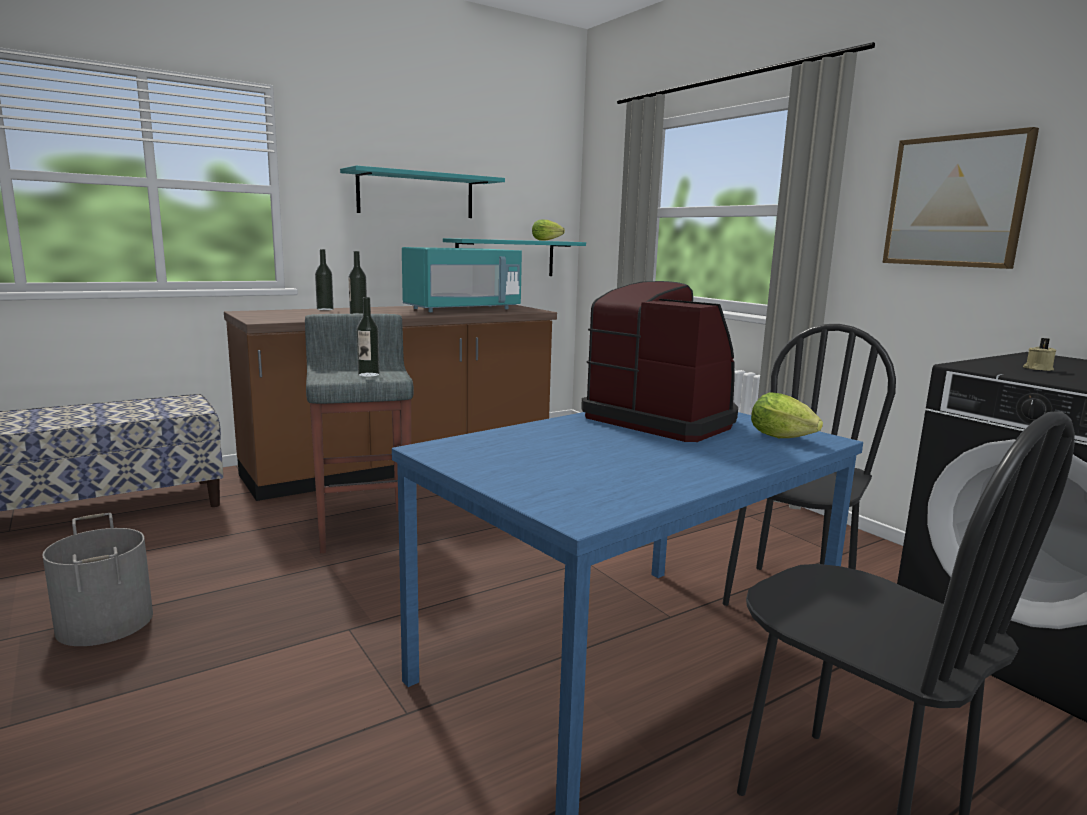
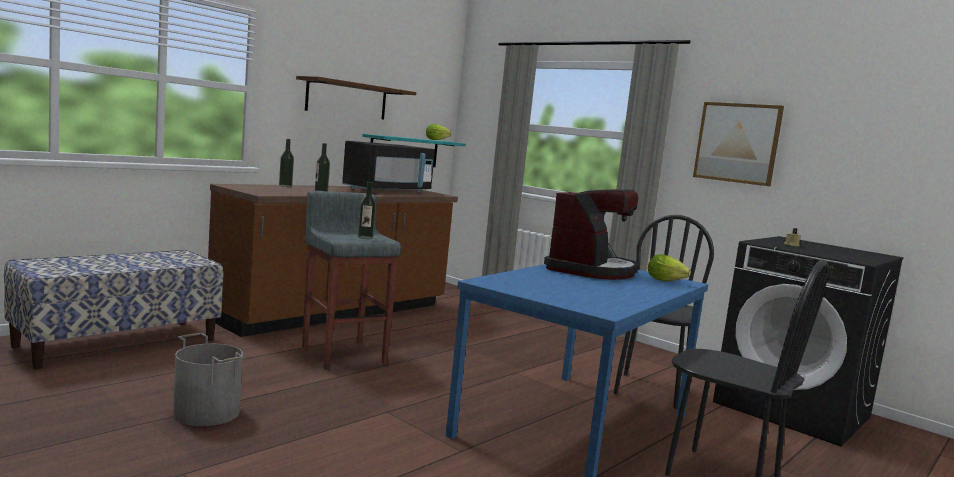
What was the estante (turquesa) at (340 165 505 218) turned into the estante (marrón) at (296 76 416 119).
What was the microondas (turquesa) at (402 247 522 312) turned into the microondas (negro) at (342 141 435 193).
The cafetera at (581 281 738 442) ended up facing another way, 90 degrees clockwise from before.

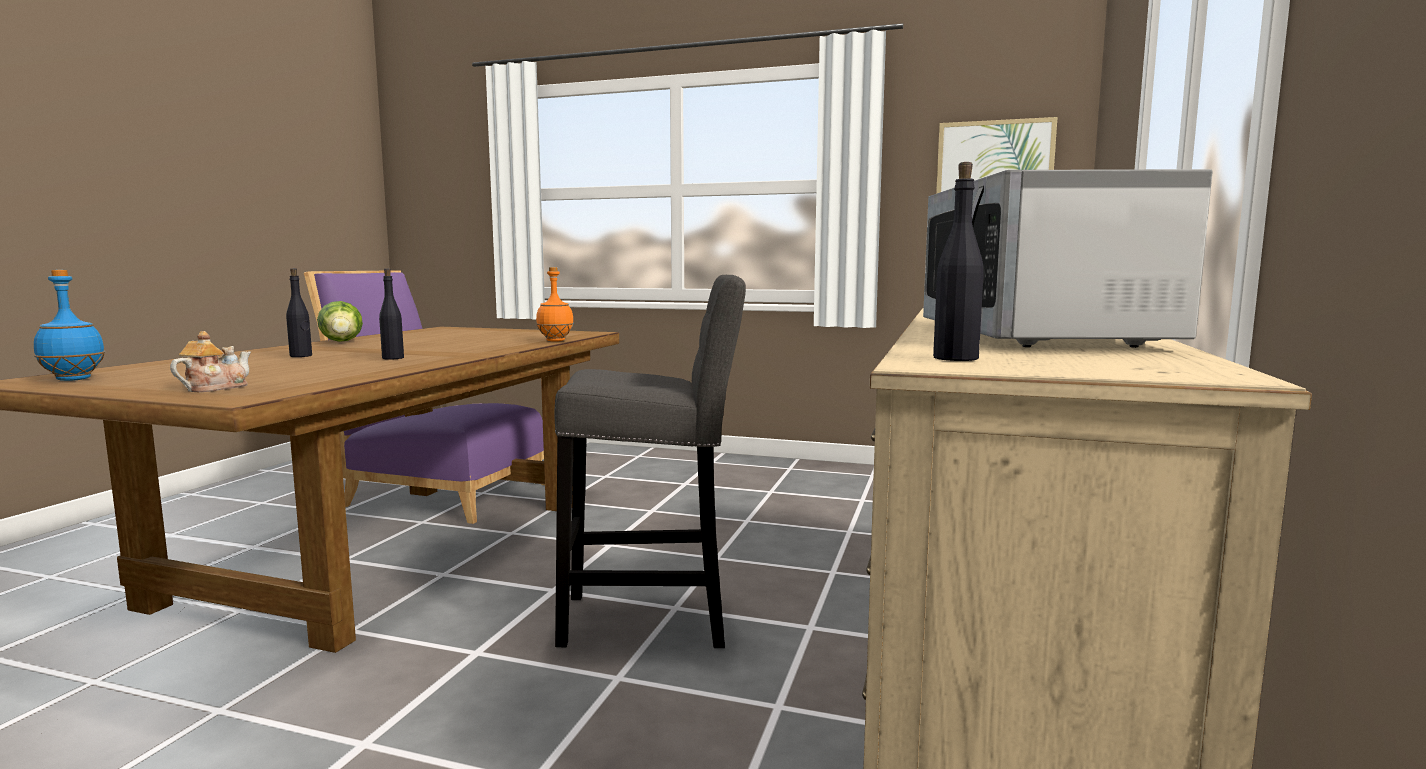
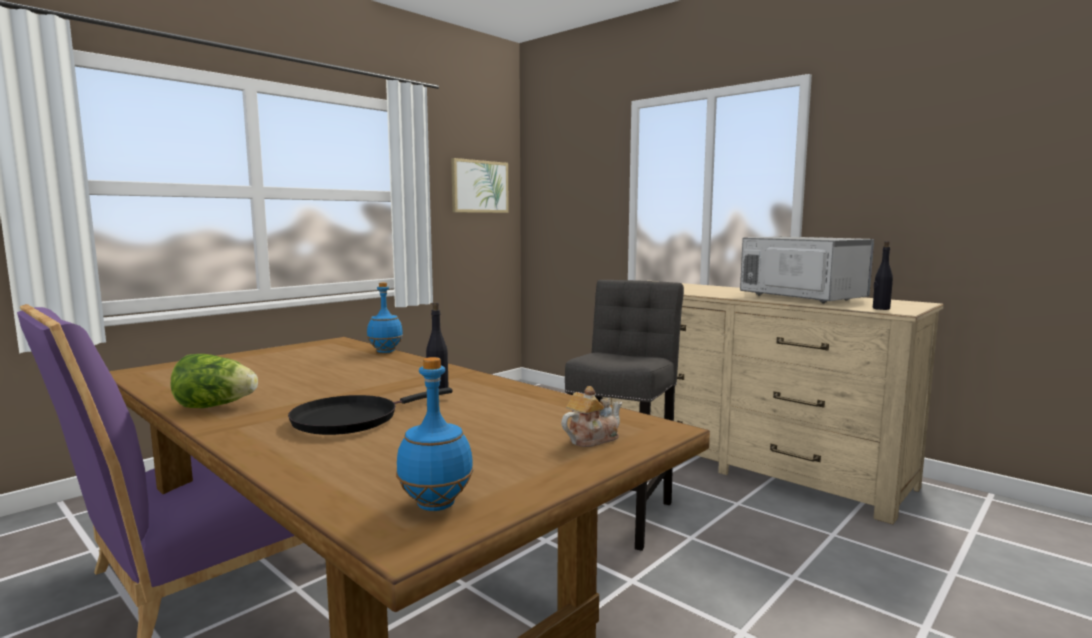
The microondas at (923 169 1213 348) ended up facing another way, 150 degrees counterclockwise from before.
What was the botella (naranja) at (536 267 574 342) turned into the botella (azul) at (367 282 403 353).
Where the botella (negro) stood at (286 268 312 357), the sartén (negro) came to stand at (288 387 453 435).
The tetera at (170 331 251 392) ended up facing another way, 90 degrees clockwise from before.

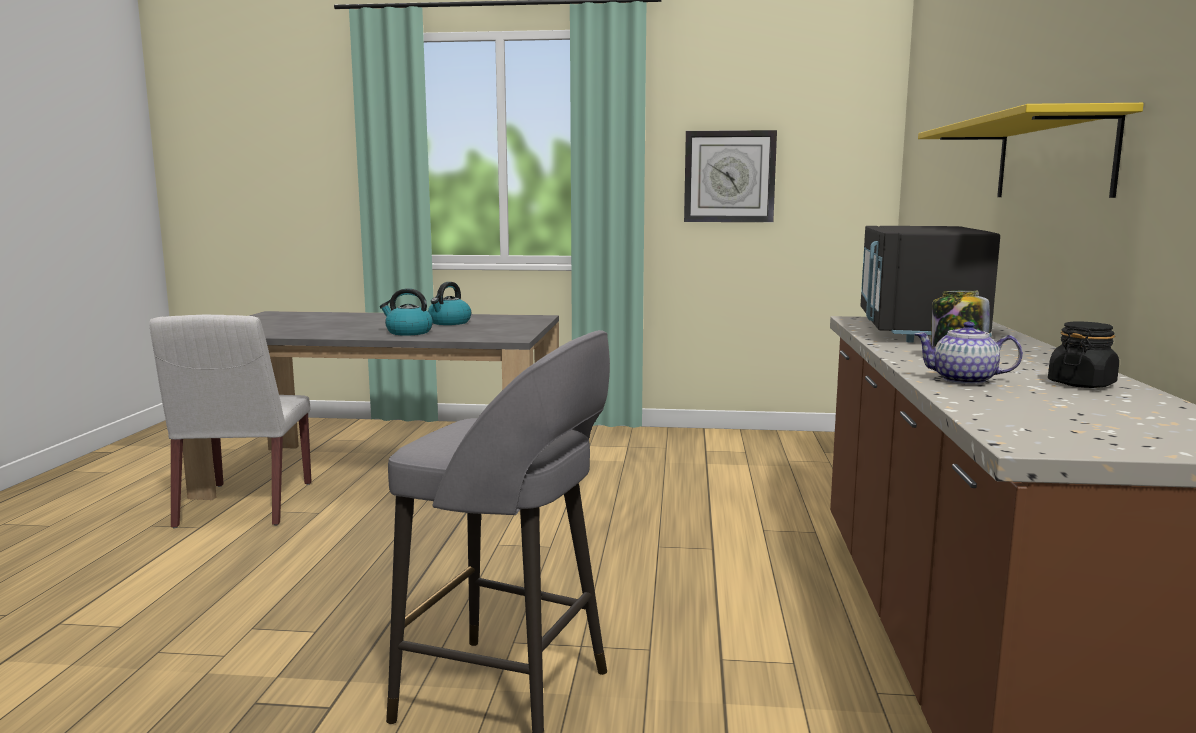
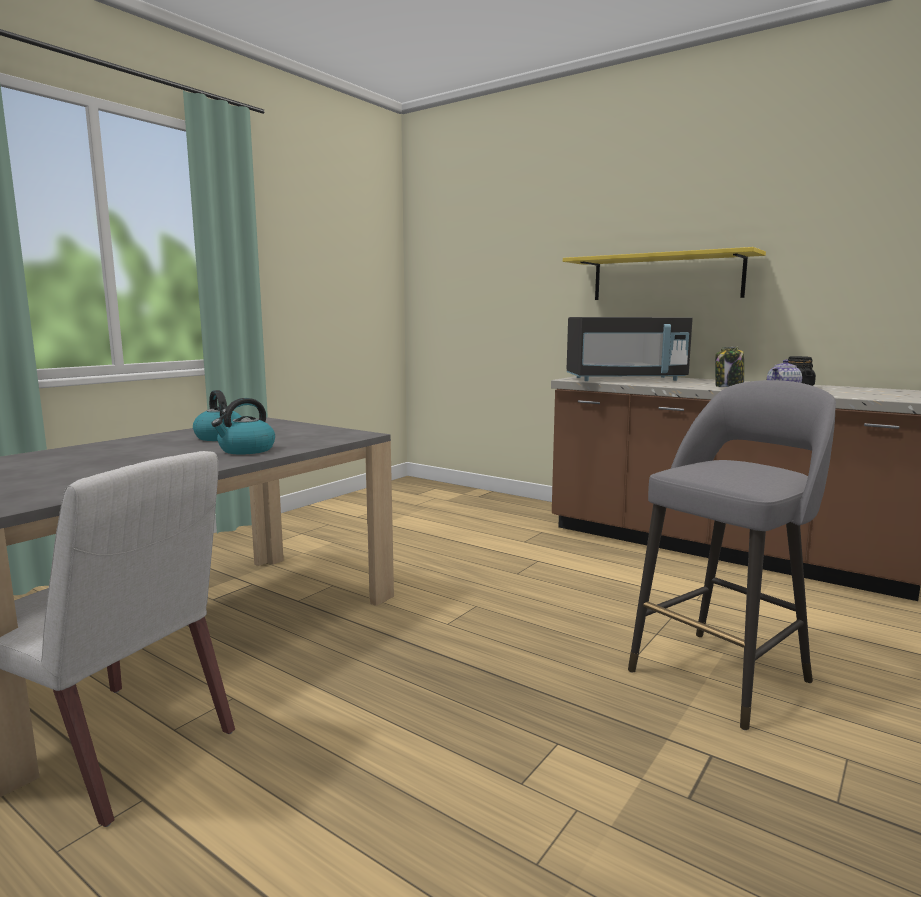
The second view lost the reloj de pared at (684 130 777 222).
The microondas (negro) at (860 226 1000 343) ended up facing another way, 45 degrees counterclockwise from before.

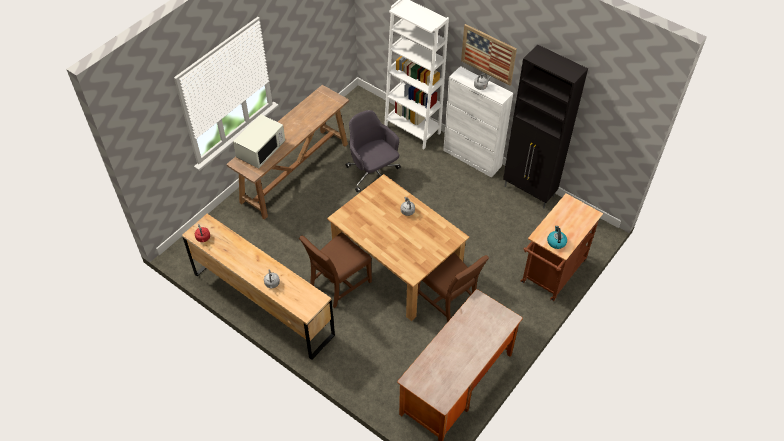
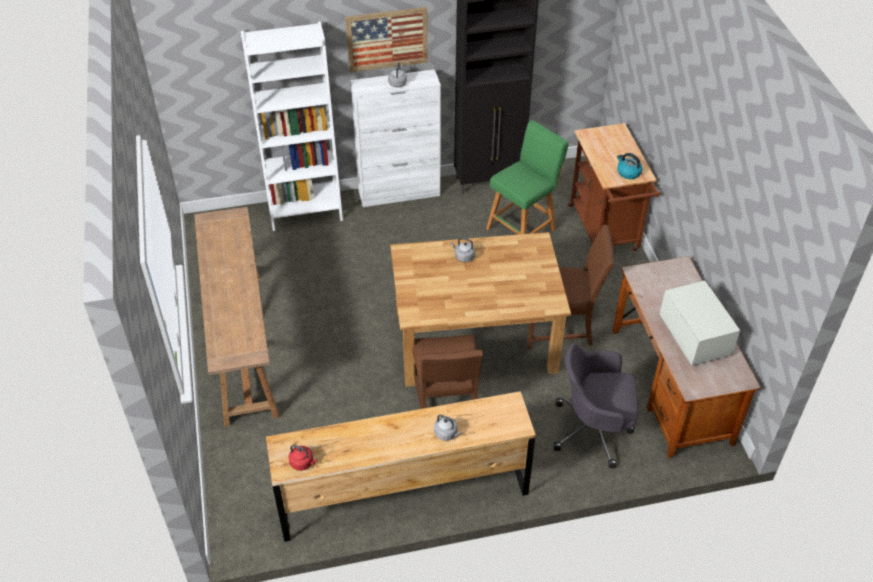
The silla de oficina (gris) ended up elsewhere, having gone from (345 110 401 192) to (554 343 638 468).
The microondas (blanco) ended up elsewhere, having gone from (233 114 285 169) to (659 281 740 366).
The second view gained the taburete (verde) at (486 120 569 235).

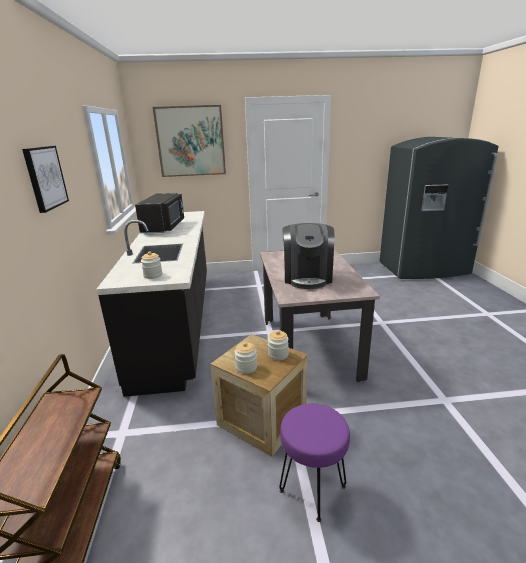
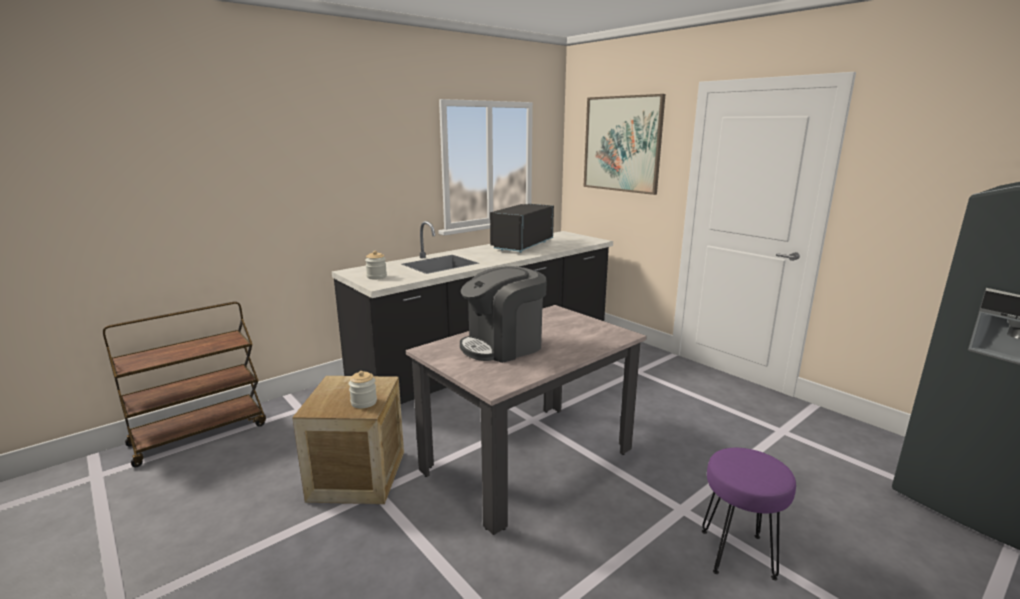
The second view lost the cuadro at (22 146 69 213).
The microondas (negro) at (135 193 184 233) ended up facing another way, 150 degrees clockwise from before.
The second view lost the tarro at (235 342 257 374).
The taburete (morado) ended up elsewhere, having gone from (279 404 350 522) to (702 448 796 580).

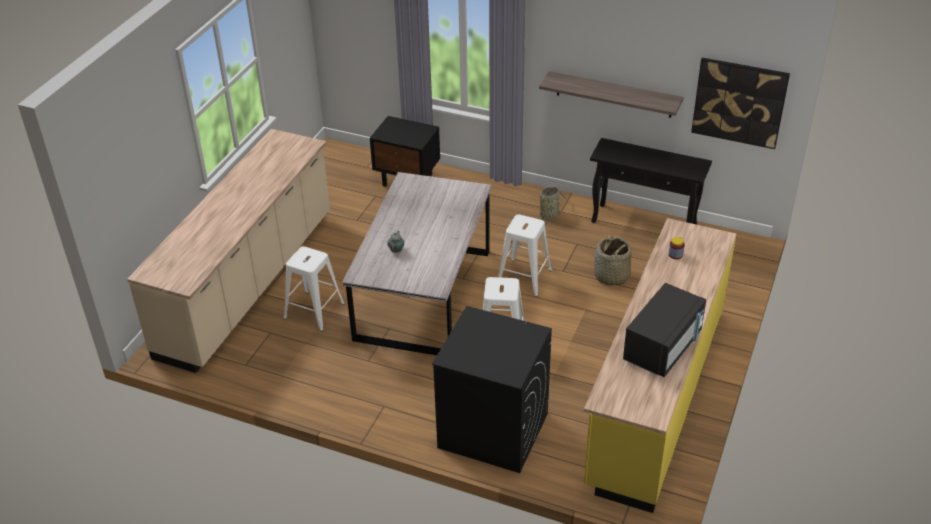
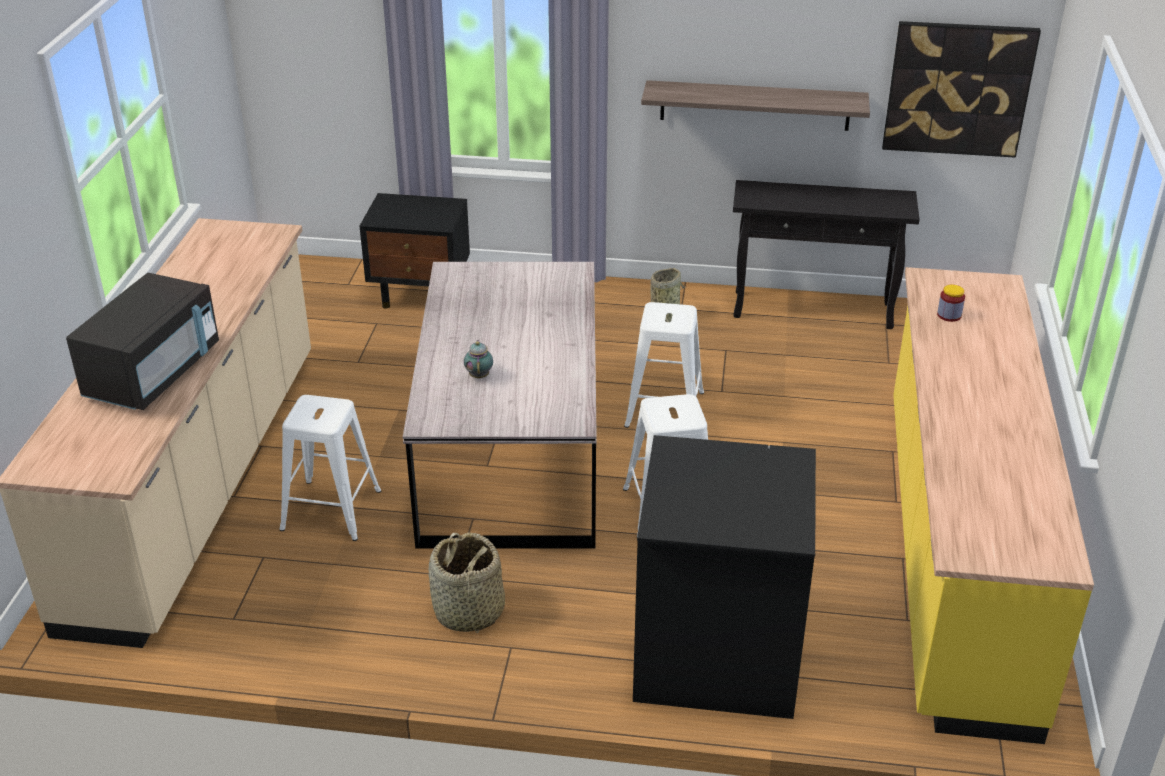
The cesta ended up elsewhere, having gone from (594 235 631 286) to (429 532 505 633).
The microondas (negro) ended up elsewhere, having gone from (623 283 706 377) to (66 273 219 410).

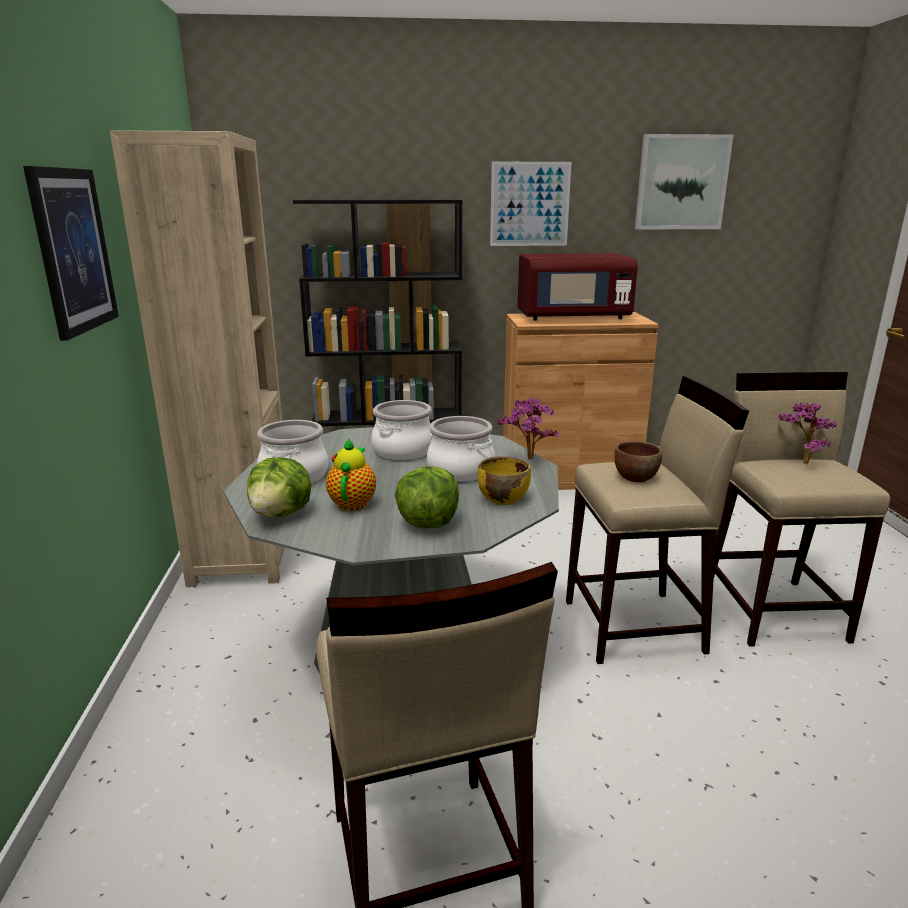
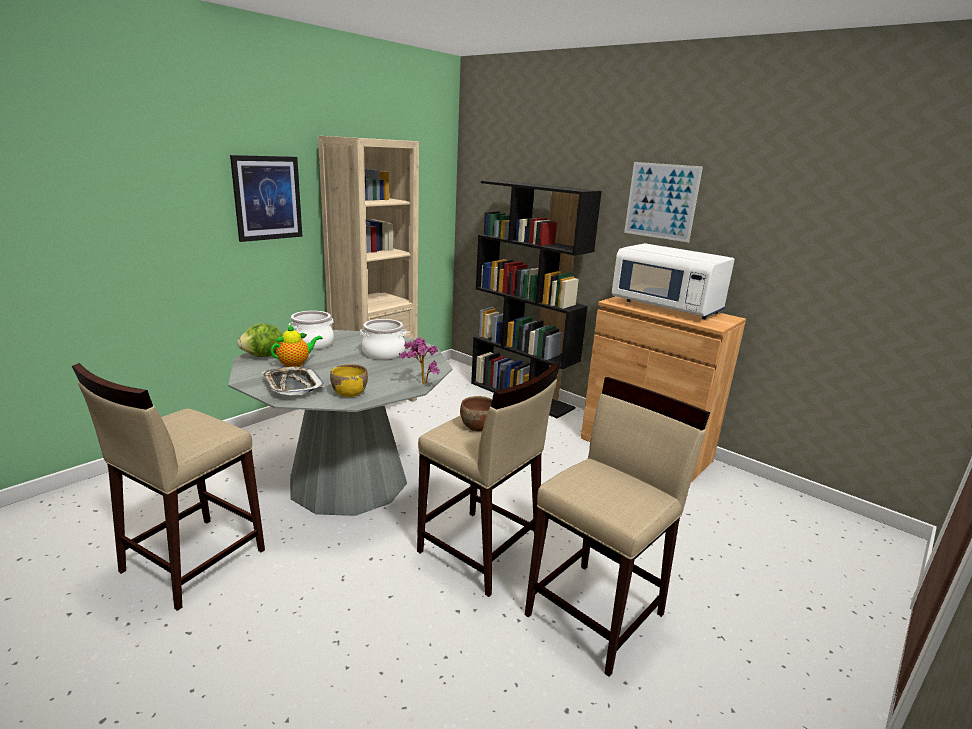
The second view lost the cuadro at (635 134 733 230).
What was the microondas (rojo) at (518 254 638 320) turned into the microondas (blanco) at (612 243 735 319).
The second view lost the planta en maceta at (778 402 837 464).
The second view lost the olla at (427 416 495 482).
Where the lechuga stood at (395 466 459 529), the bandeja came to stand at (262 367 325 395).

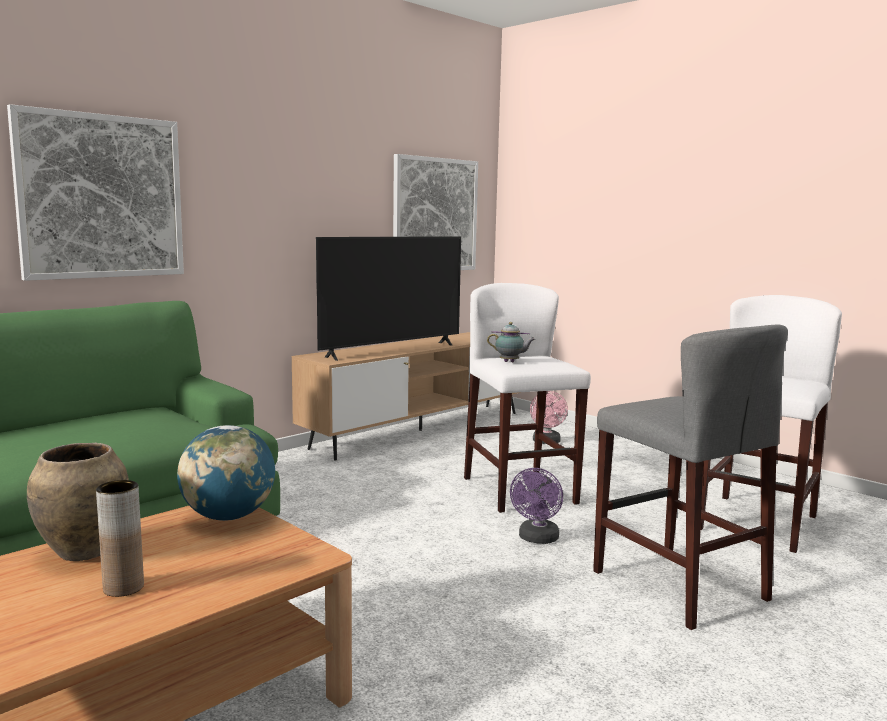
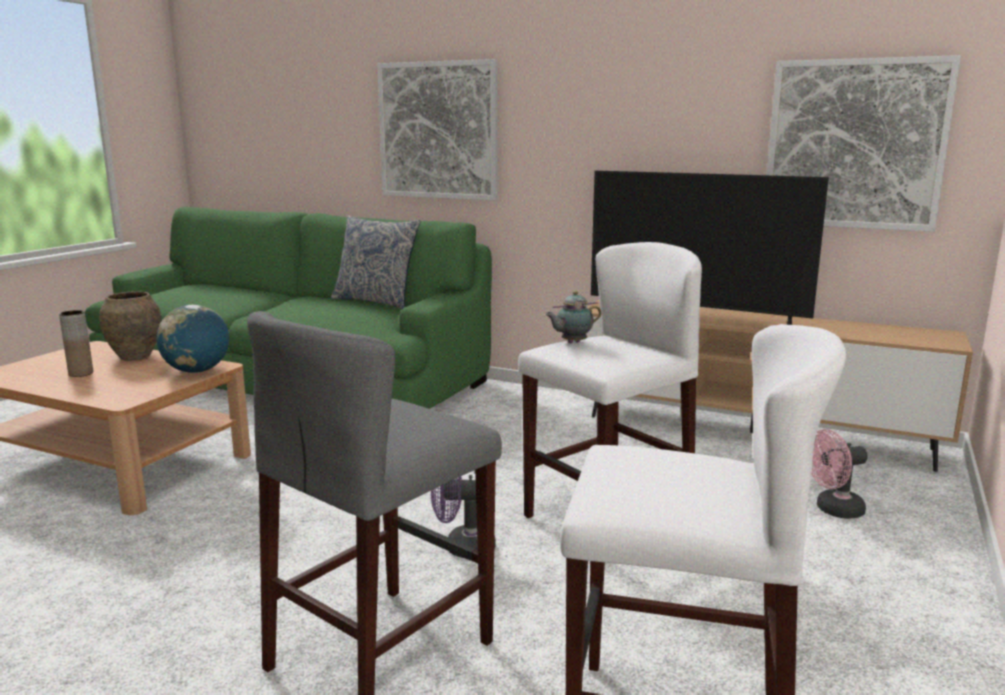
The tetera at (487 322 536 362) ended up facing another way, 75 degrees clockwise from before.
The second view gained the cojín at (331 215 421 309).

